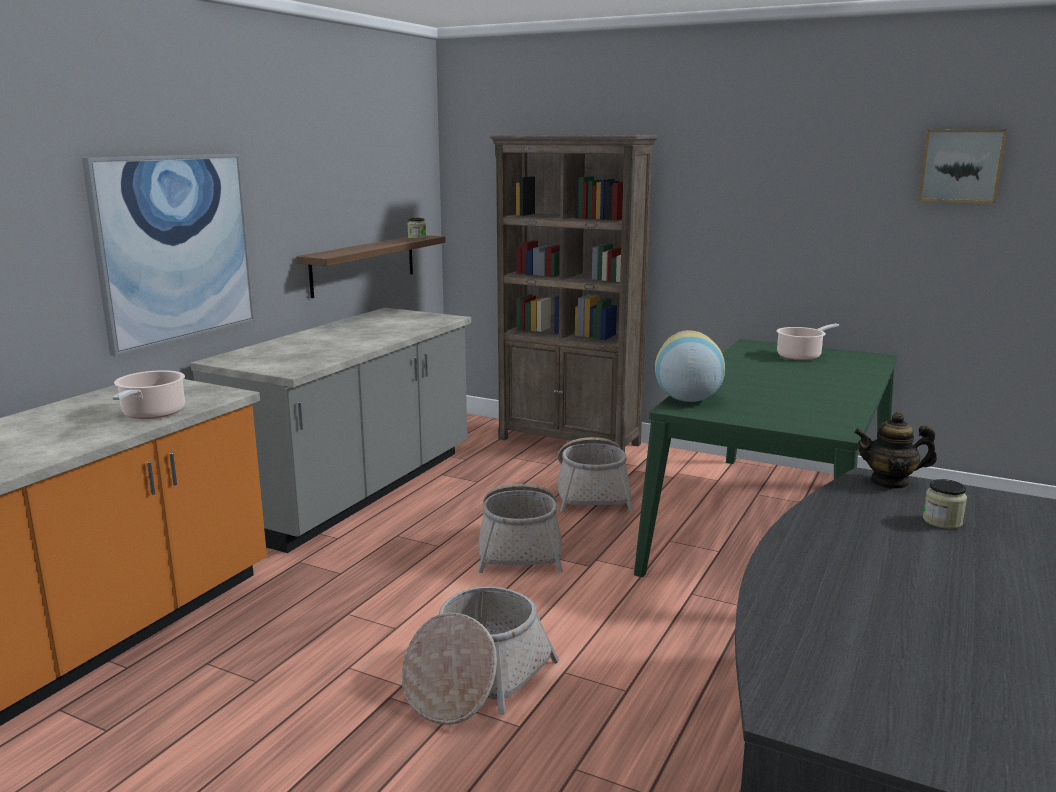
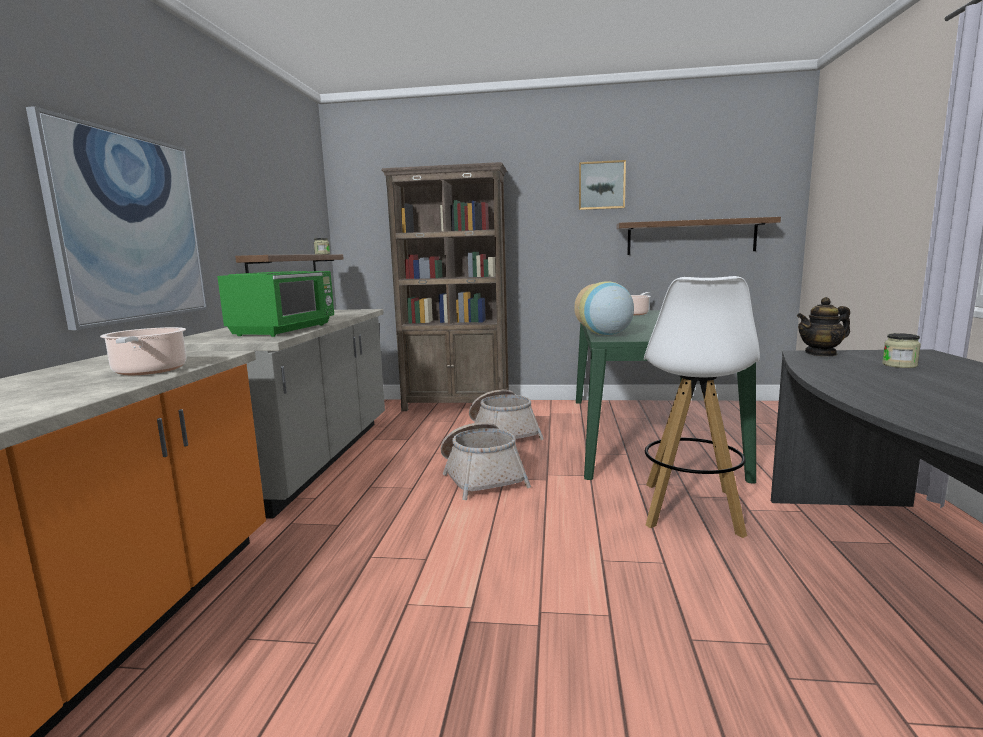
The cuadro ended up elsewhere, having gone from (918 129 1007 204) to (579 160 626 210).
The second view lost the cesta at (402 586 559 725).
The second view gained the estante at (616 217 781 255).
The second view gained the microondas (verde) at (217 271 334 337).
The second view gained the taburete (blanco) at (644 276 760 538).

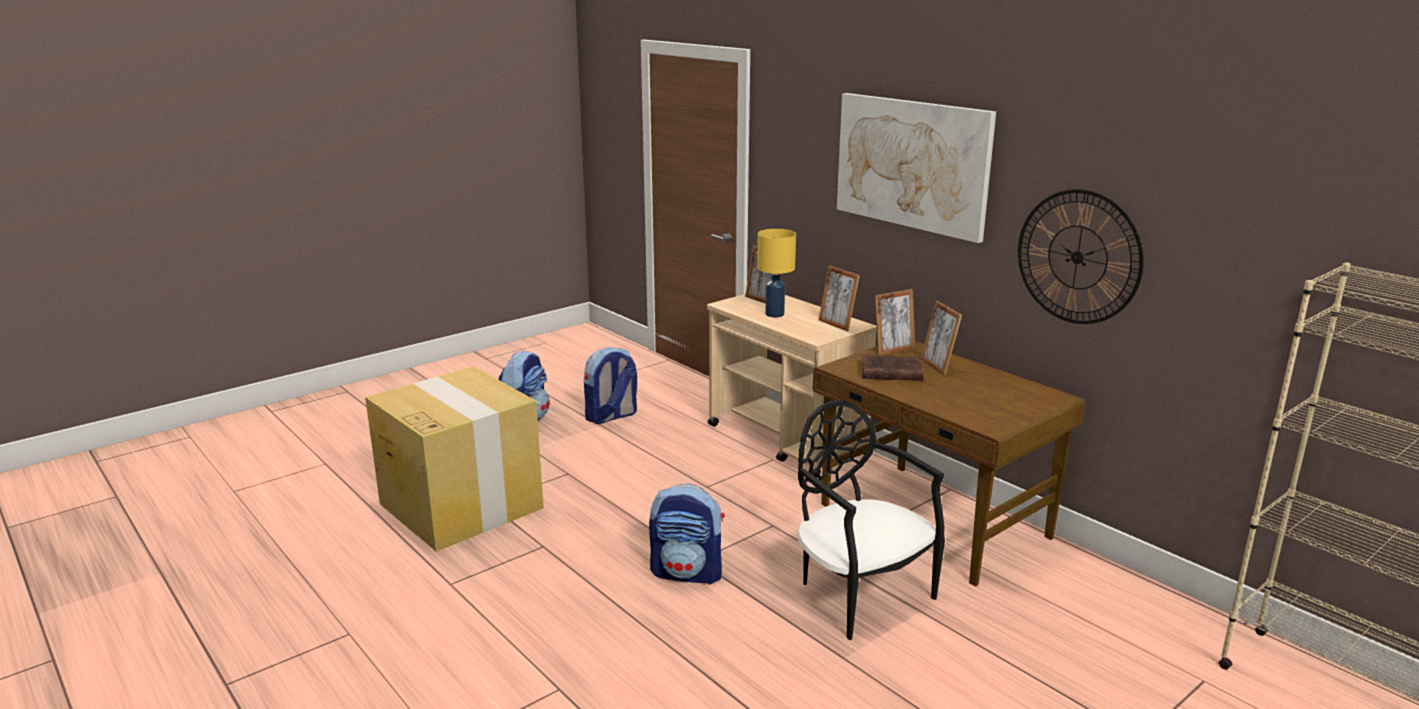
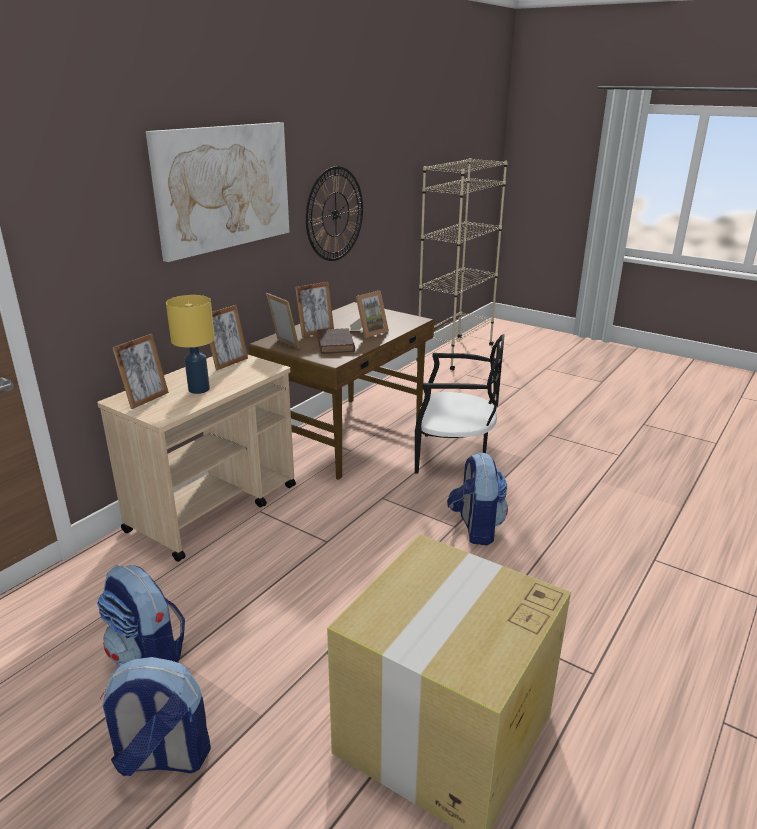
The silla (negro) at (797 400 945 640) ended up facing another way, 120 degrees counterclockwise from before.
The second view gained the portarretratos at (350 290 389 338).

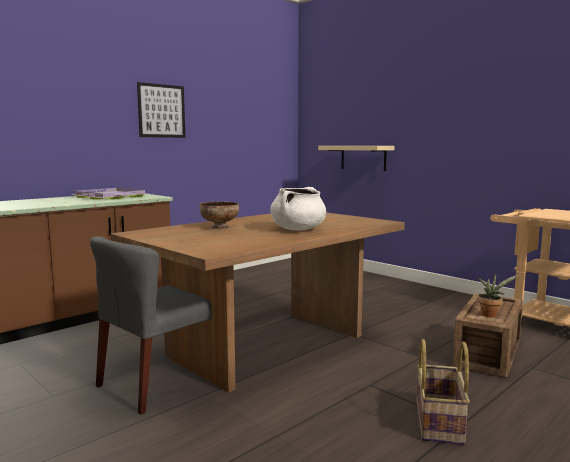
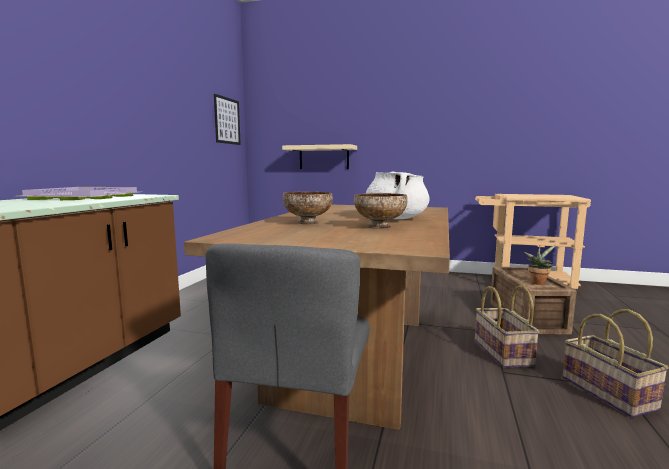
The cuadro ended up elsewhere, having gone from (137 82 185 138) to (214 94 241 145).
The second view gained the cuenco at (354 193 408 229).
The second view gained the cesta at (475 285 540 368).

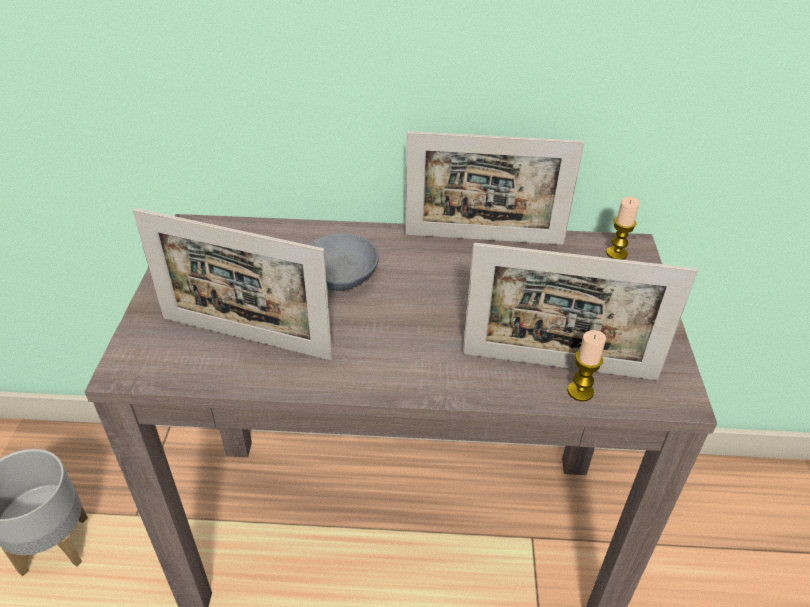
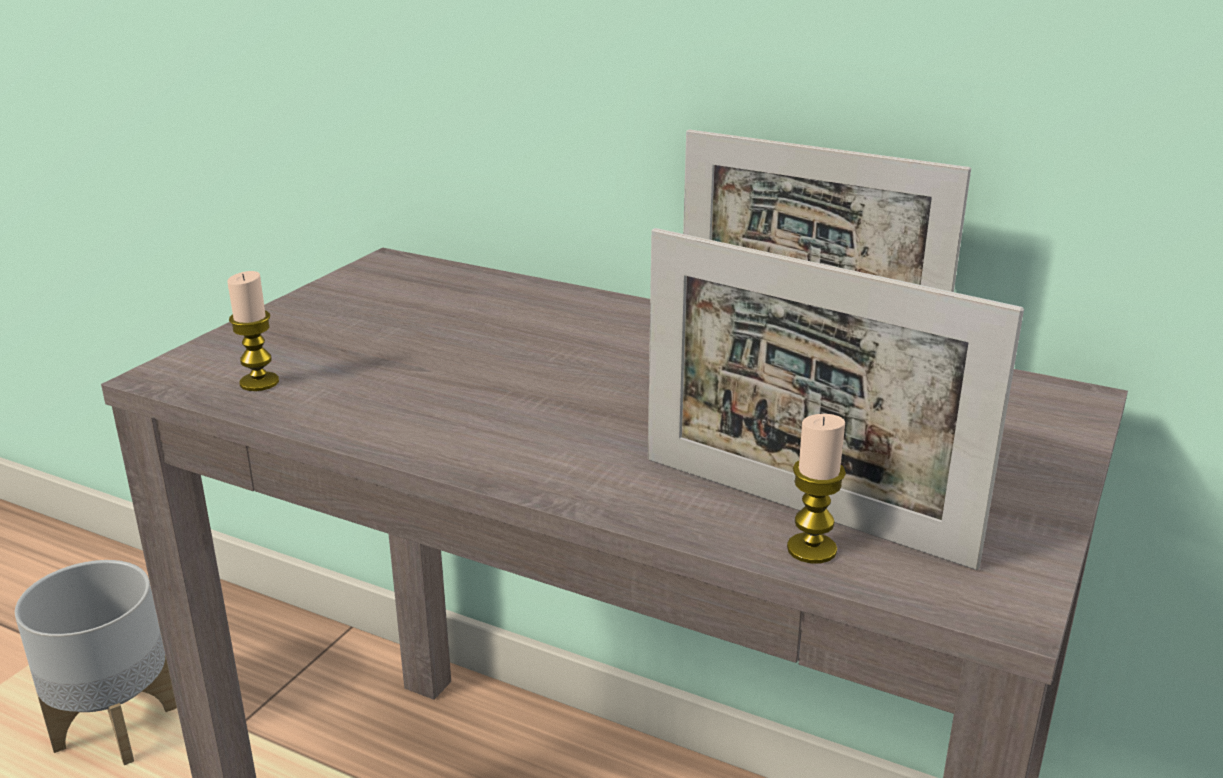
The vela ended up elsewhere, having gone from (606 197 640 260) to (227 271 279 391).
The second view lost the portarretratos at (132 208 333 360).
The second view lost the cuenco (gris) at (308 233 379 291).

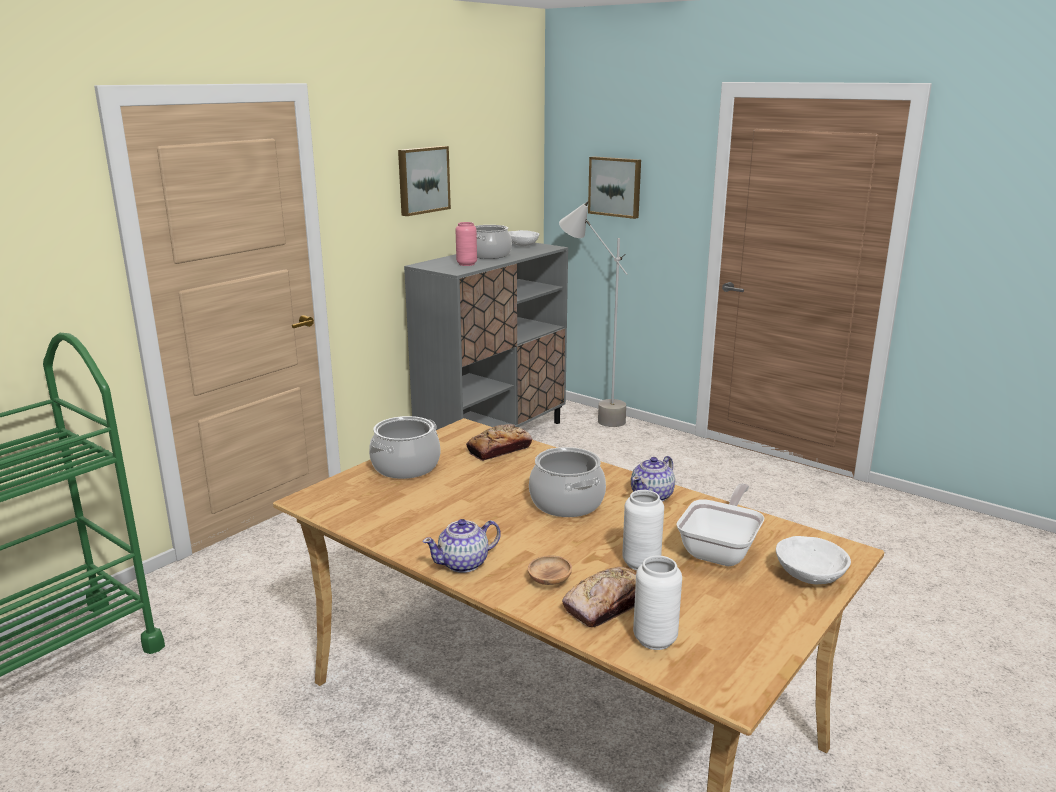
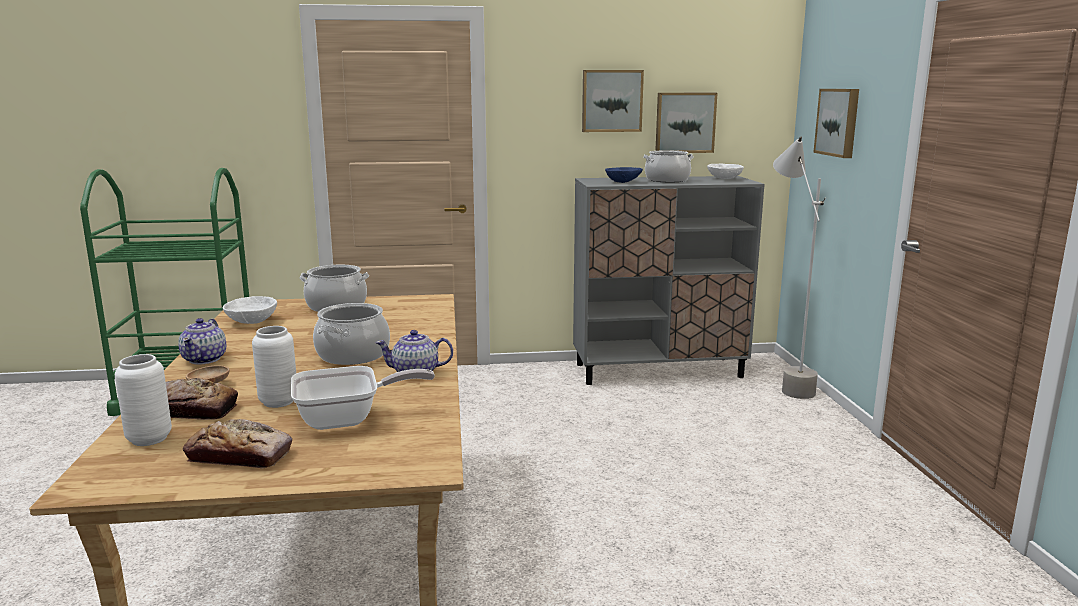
Where the florero (rosa) stood at (455 222 477 266), the cuenco (azul) came to stand at (605 167 643 183).
The pan ended up elsewhere, having gone from (466 424 532 461) to (183 419 292 469).
The tetera at (423 519 501 573) ended up facing another way, 105 degrees counterclockwise from before.
The cuenco (blanco) ended up elsewhere, having gone from (776 536 851 584) to (223 296 277 324).
The second view gained the cuadro at (655 93 717 153).

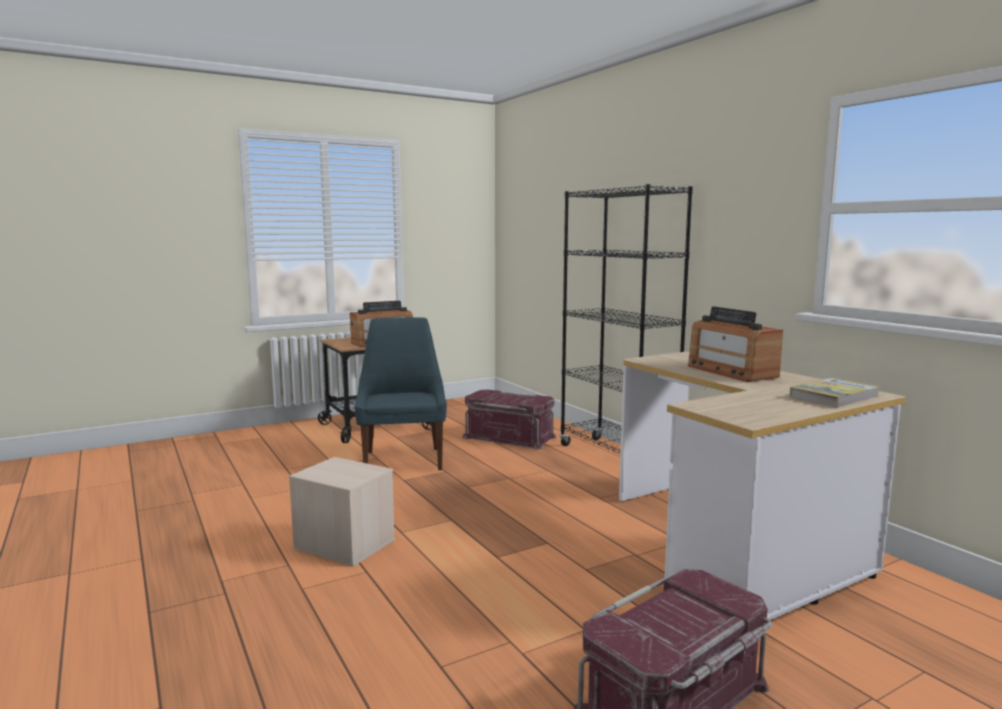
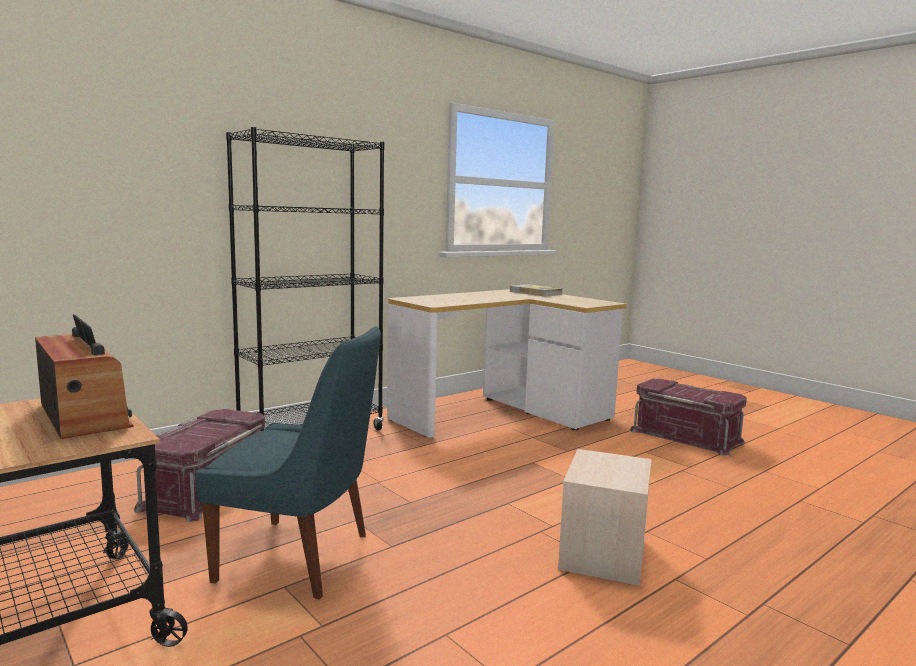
The second view lost the radio at (688 306 783 382).
The silla (azul) at (354 317 447 470) ended up facing another way, 150 degrees counterclockwise from before.

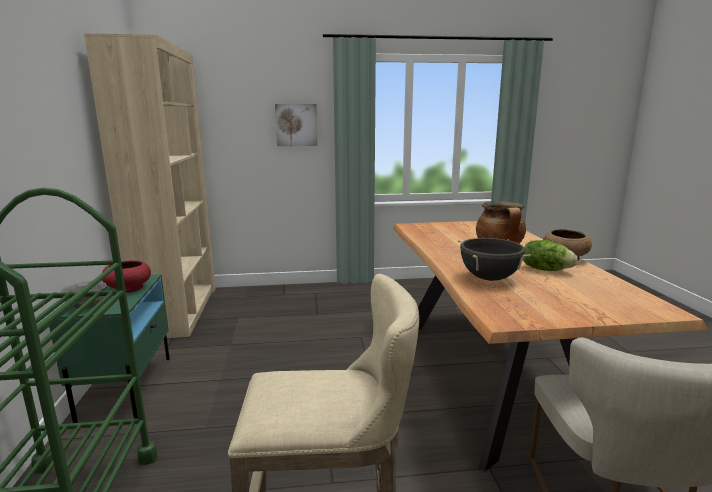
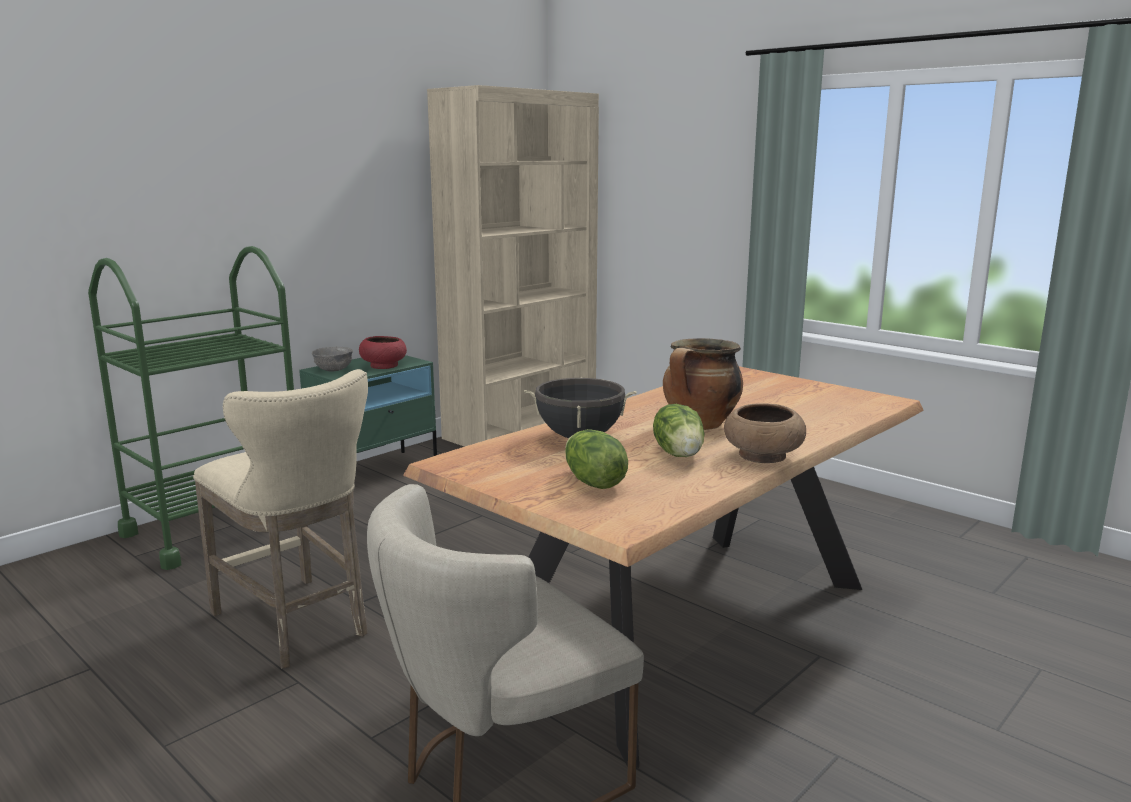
The second view lost the cuadro at (275 104 318 146).
The second view gained the lechuga at (565 429 628 489).

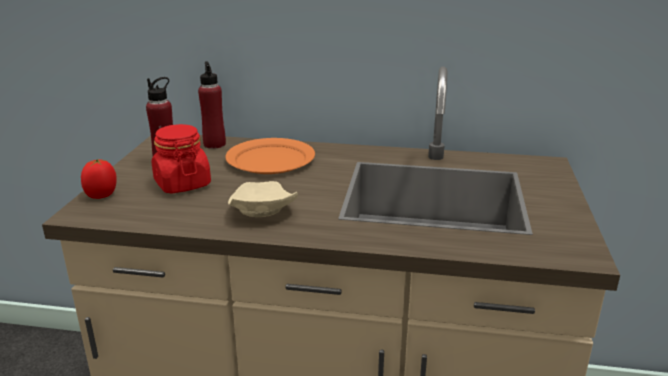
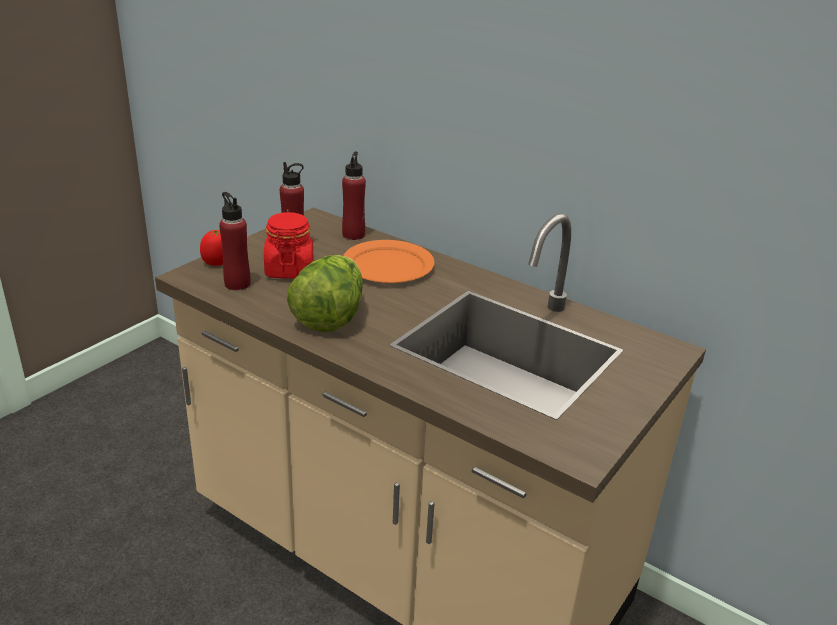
Where the plato (beis) stood at (228 181 298 217), the lechuga came to stand at (287 255 363 332).
The second view gained the botella (rojo) at (219 192 251 290).

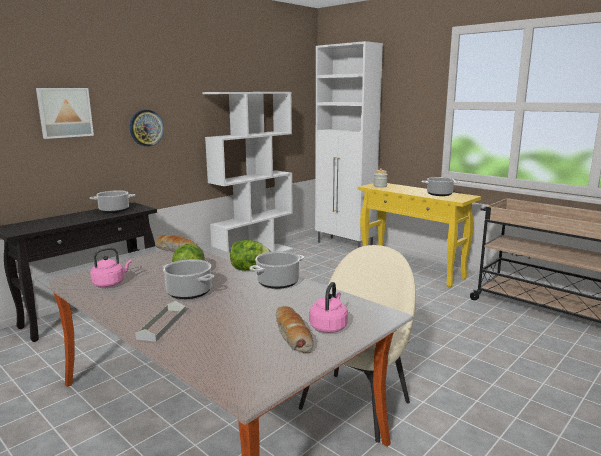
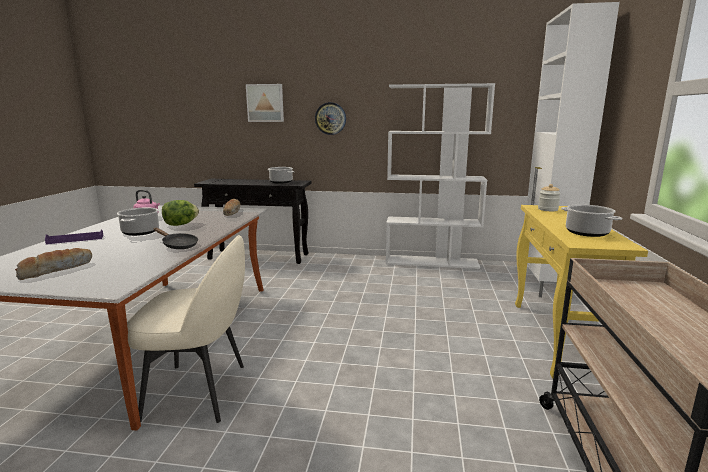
The second view lost the lechuga at (230 240 271 271).
Where the olla stood at (249 251 304 289), the sartén (negro) came to stand at (153 228 198 249).
The second view lost the hervidor (rosa) at (310 282 348 333).
What was the bandeja (gris) at (135 301 186 342) turned into the bandeja (morado) at (45 229 104 244).

